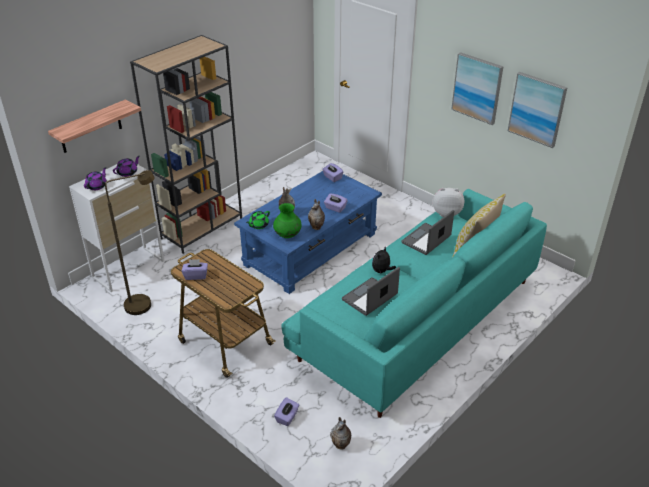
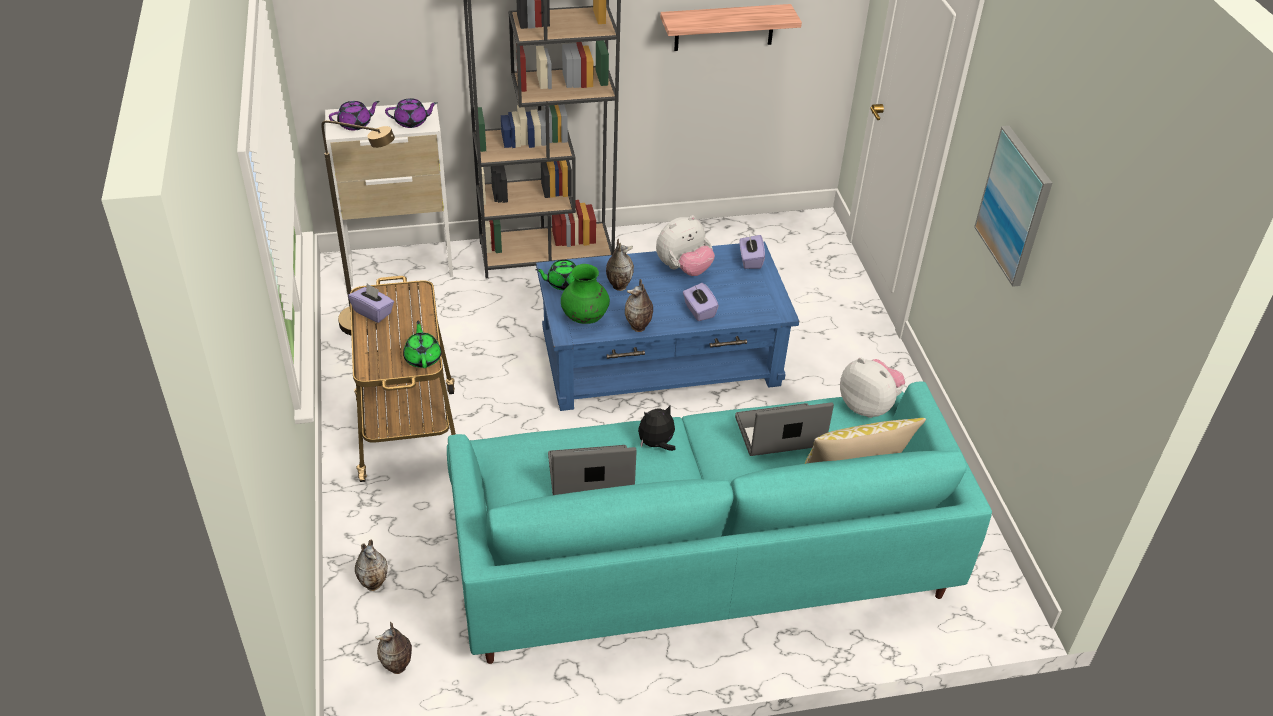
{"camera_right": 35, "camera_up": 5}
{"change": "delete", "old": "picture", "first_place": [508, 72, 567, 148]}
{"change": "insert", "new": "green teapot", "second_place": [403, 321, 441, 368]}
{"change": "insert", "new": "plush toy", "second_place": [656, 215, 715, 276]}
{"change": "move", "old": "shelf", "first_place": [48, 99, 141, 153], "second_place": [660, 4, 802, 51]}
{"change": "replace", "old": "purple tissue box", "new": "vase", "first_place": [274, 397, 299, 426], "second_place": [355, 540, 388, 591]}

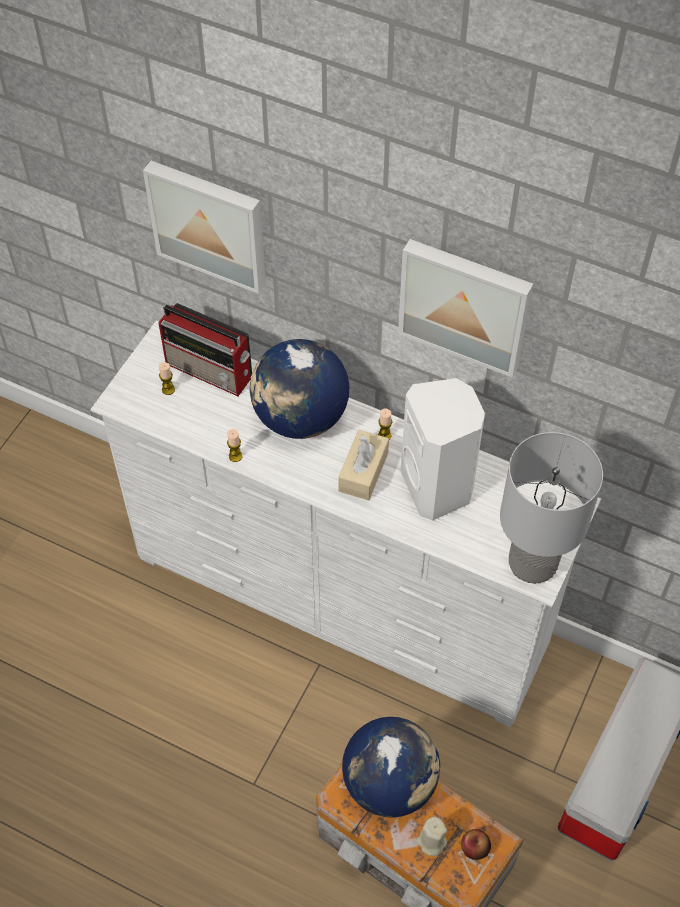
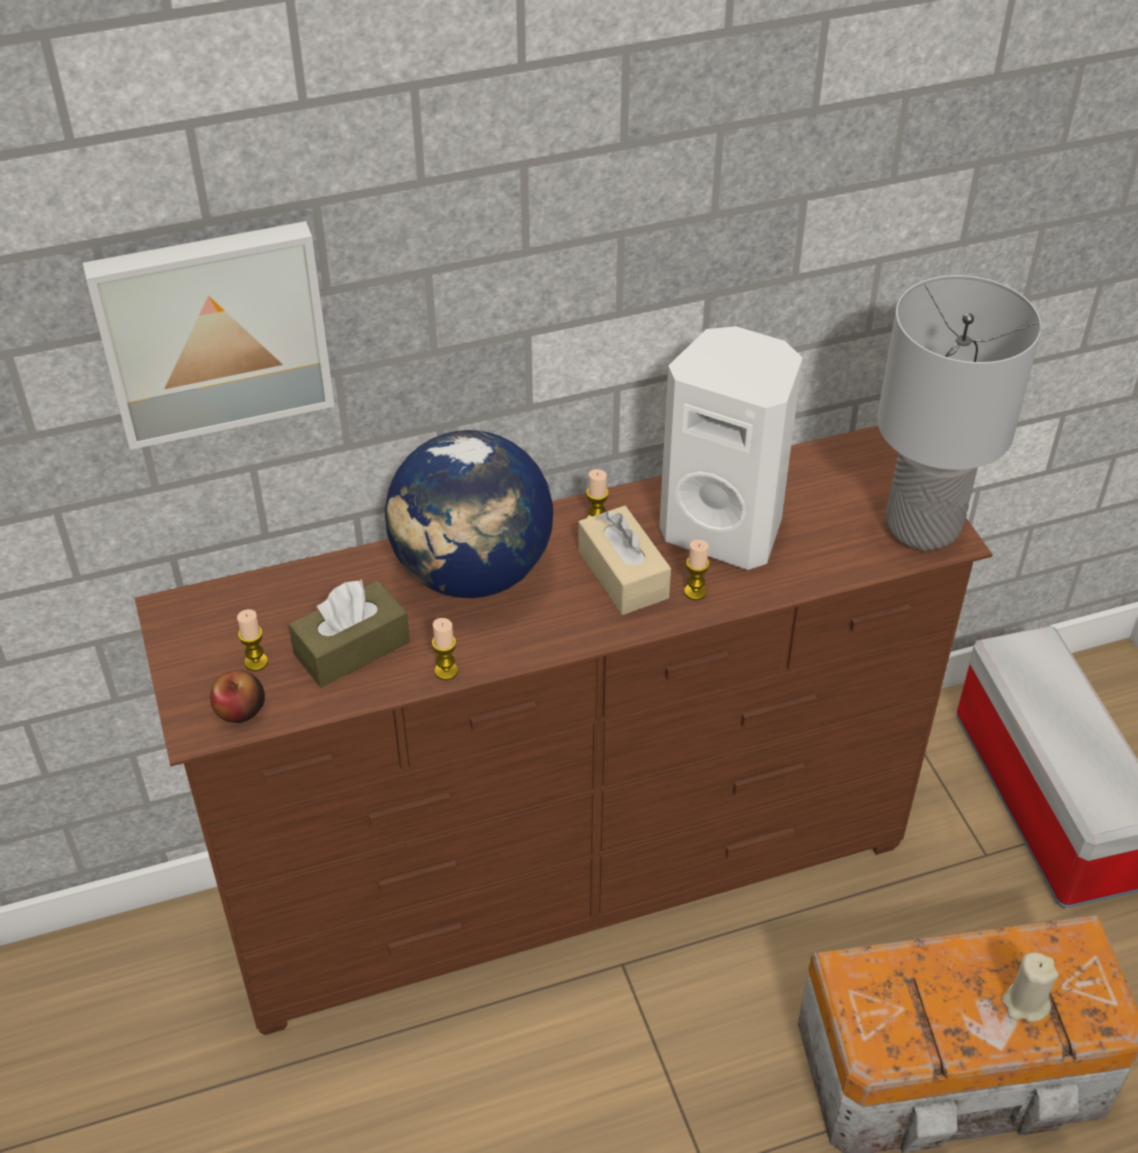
{"camera_right": -45, "camera_up": -10}
{"change": "delete", "old": "radio", "first_place": [159, 303, 252, 396]}
{"change": "delete", "old": "globe", "first_place": [342, 717, 440, 818]}
{"change": "delete", "old": "picture", "first_place": [398, 239, 533, 377]}
{"change": "insert", "new": "brown tissue box", "second_place": [289, 579, 410, 687]}
{"change": "insert", "new": "candle", "second_place": [684, 540, 709, 600]}
{"change": "move", "old": "apple", "first_place": [461, 829, 491, 860], "second_place": [210, 670, 265, 723]}
{"change": "recolor", "old": "white dresser", "new": "brown dresser", "first_place": [90, 321, 601, 727], "second_place": [135, 426, 993, 1035]}

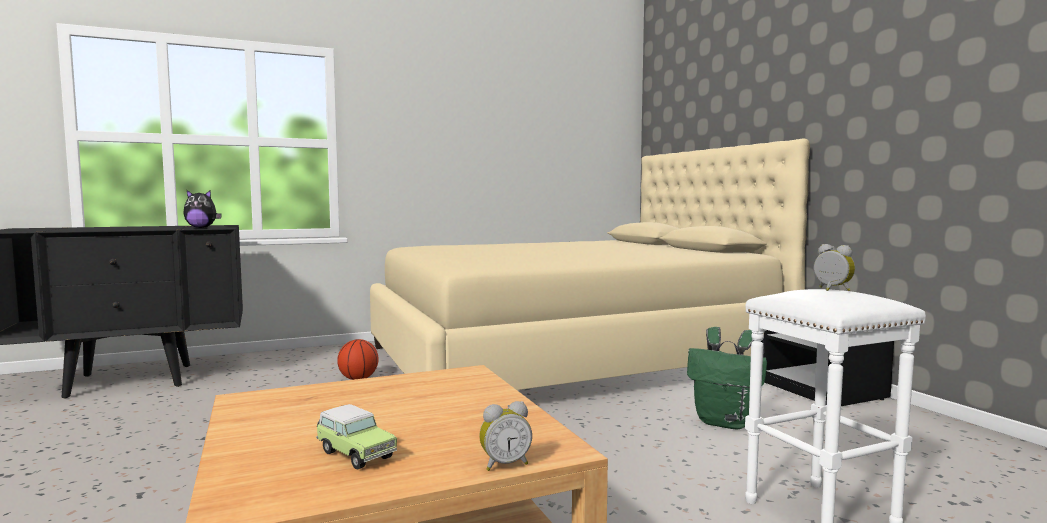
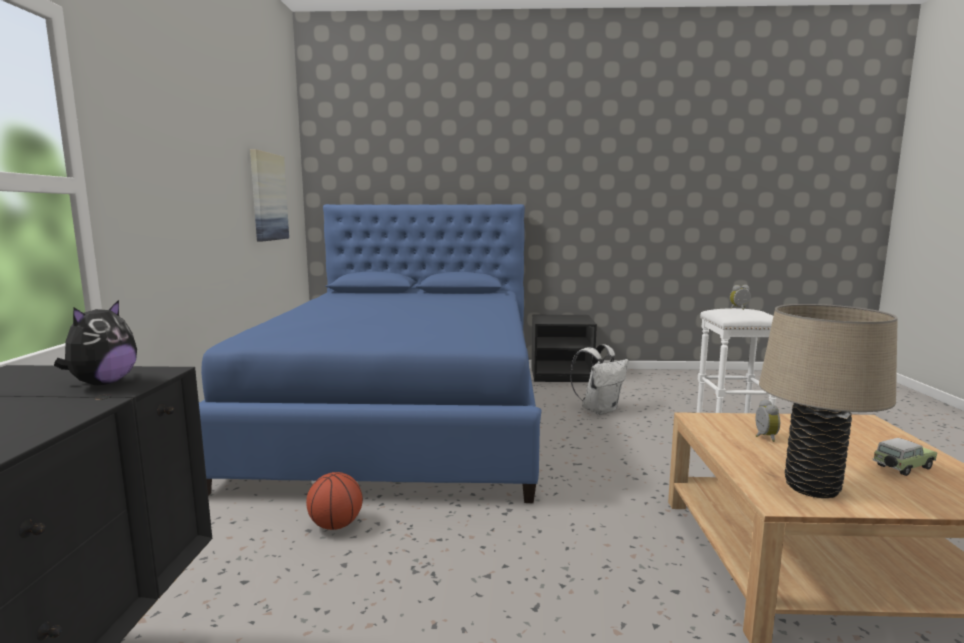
{"camera_right": -65, "camera_up": 5}
{"change": "insert", "new": "picture", "second_place": [250, 149, 289, 241]}
{"change": "insert", "new": "beige table lamp", "second_place": [759, 304, 898, 498]}
{"change": "move", "old": "alarm clock", "first_place": [479, 401, 532, 471], "second_place": [756, 399, 780, 442]}
{"change": "recolor", "old": "beige bed", "new": "blue bed", "first_place": [370, 138, 810, 390], "second_place": [199, 204, 541, 503]}
{"change": "recolor", "old": "green backpack", "new": "white backpack", "first_place": [687, 327, 767, 430], "second_place": [570, 344, 629, 415]}

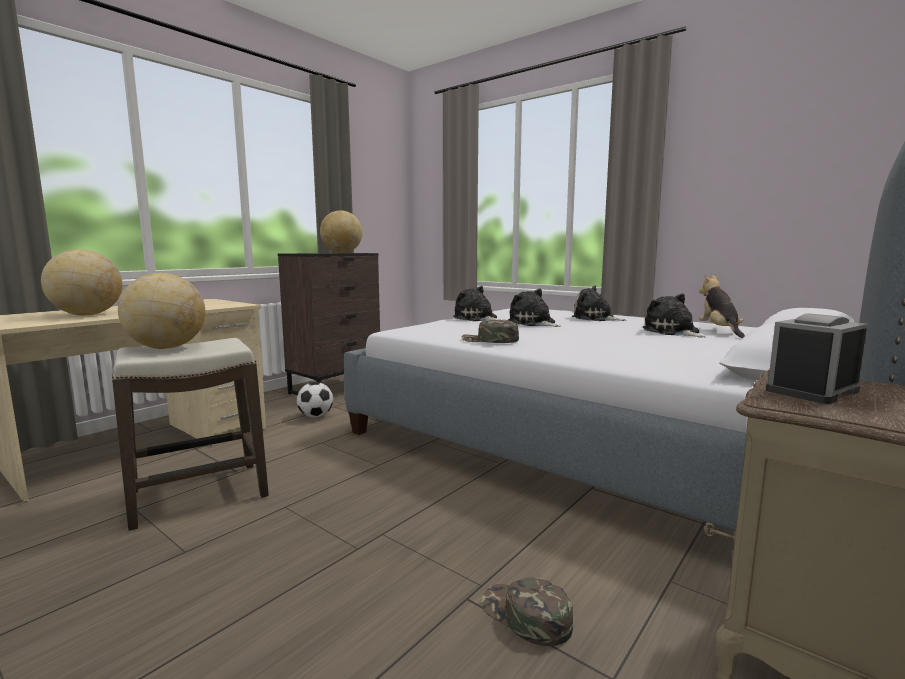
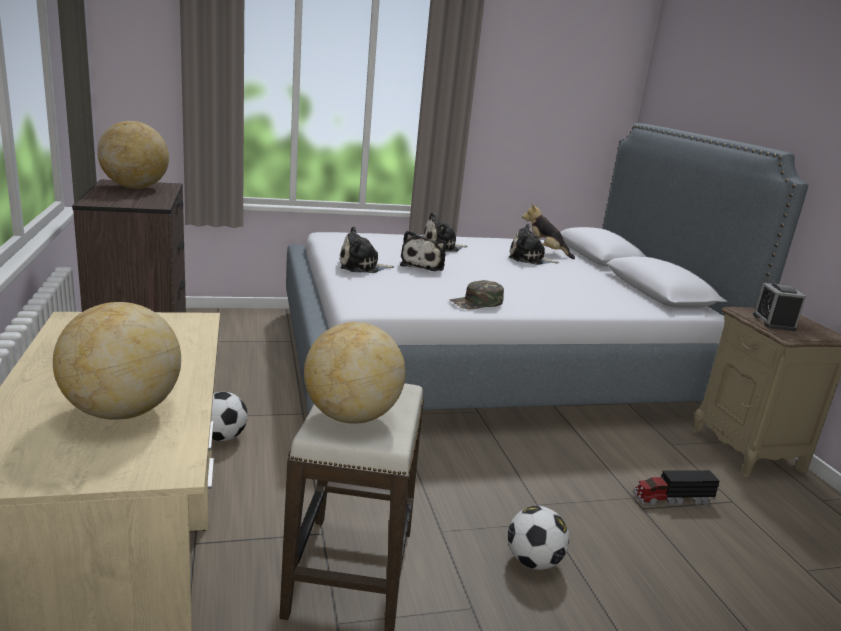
{"camera_right": -55, "camera_up": 10}
{"change": "insert", "new": "football", "second_place": [508, 506, 569, 570]}
{"change": "replace", "old": "green cap", "new": "toy truck", "first_place": [481, 577, 573, 646], "second_place": [633, 470, 720, 506]}
{"change": "rotate", "old": "plush toy", "first_place": [508, 288, 560, 327], "second_place": [400, 230, 447, 271], "degrees": -75}

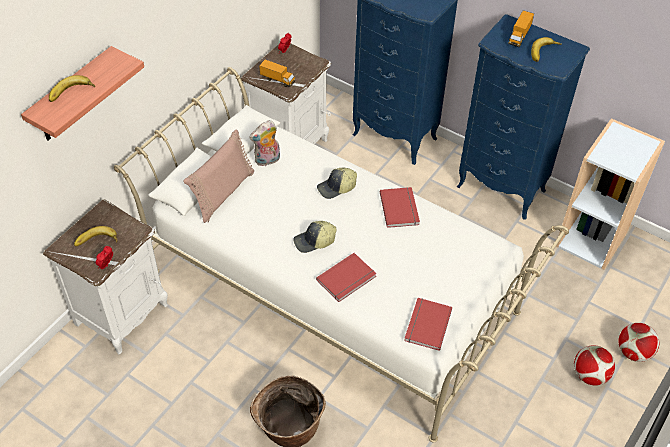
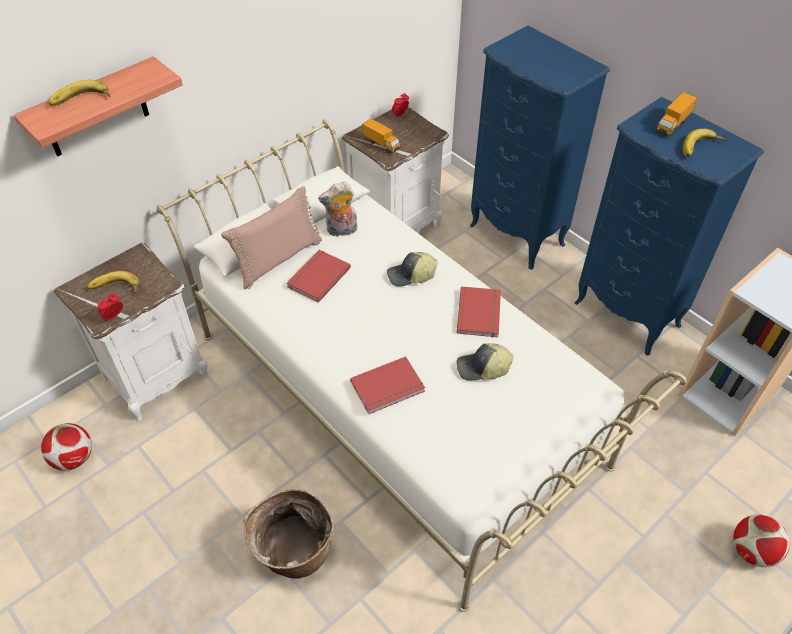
{"camera_right": 15, "camera_up": 0}
{"change": "move", "old": "cap", "first_place": [293, 221, 337, 253], "second_place": [457, 343, 513, 381]}
{"change": "move", "old": "red book", "first_place": [404, 298, 452, 351], "second_place": [286, 250, 351, 303]}
{"change": "move", "old": "football", "first_place": [574, 346, 615, 386], "second_place": [41, 423, 92, 471]}

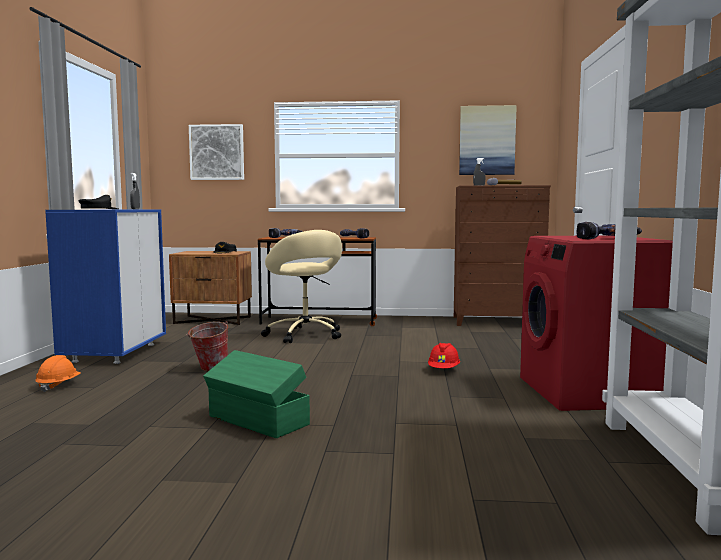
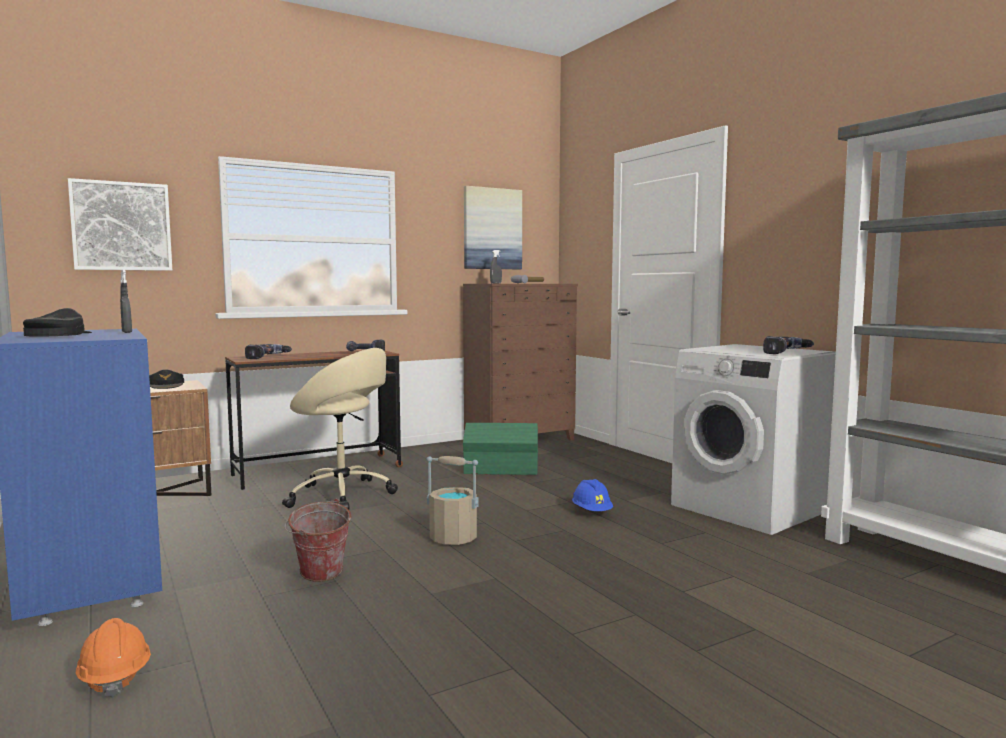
{"camera_right": -35, "camera_up": 0}
{"change": "insert", "new": "beige bucket", "second_place": [427, 456, 479, 545]}
{"change": "move", "old": "green storage box", "first_place": [203, 350, 310, 438], "second_place": [463, 423, 538, 475]}
{"change": "recolor", "old": "red hard hat", "new": "blue hard hat", "first_place": [428, 343, 460, 368], "second_place": [572, 479, 613, 511]}
{"change": "recolor", "old": "red washing machine", "new": "white washing machine", "first_place": [520, 235, 673, 411], "second_place": [671, 344, 836, 535]}

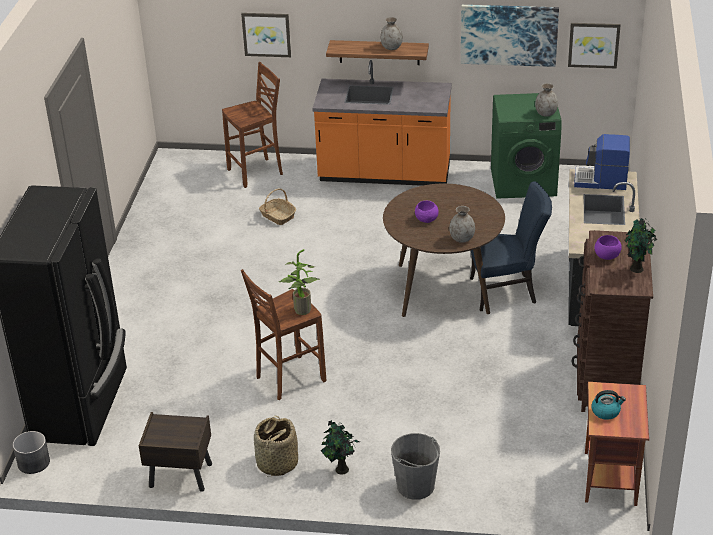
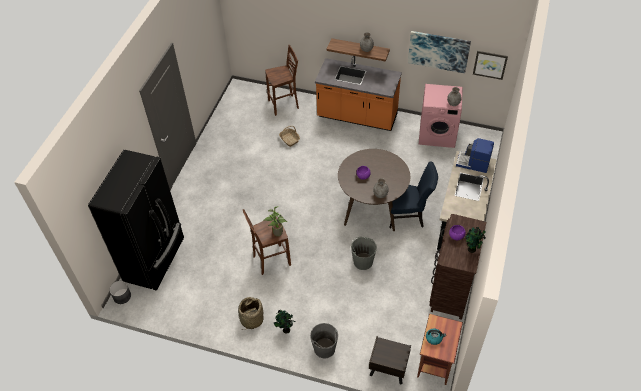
{"camera_right": 10, "camera_up": 15}
{"change": "delete", "old": "picture", "first_place": [241, 13, 291, 57]}
{"change": "insert", "new": "grey bucket", "second_place": [351, 237, 377, 270]}
{"change": "move", "old": "brown nightstand", "first_place": [139, 412, 212, 492], "second_place": [369, 336, 411, 384]}
{"change": "recolor", "old": "green washing machine", "new": "pink washing machine", "first_place": [491, 93, 562, 199], "second_place": [419, 84, 463, 148]}

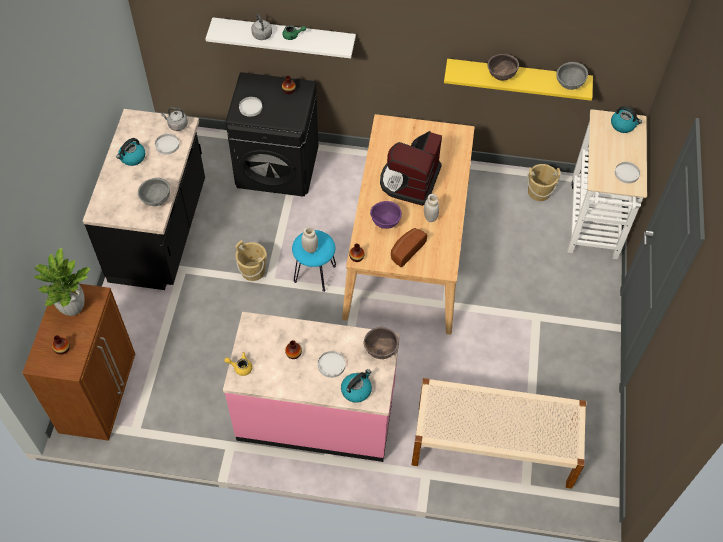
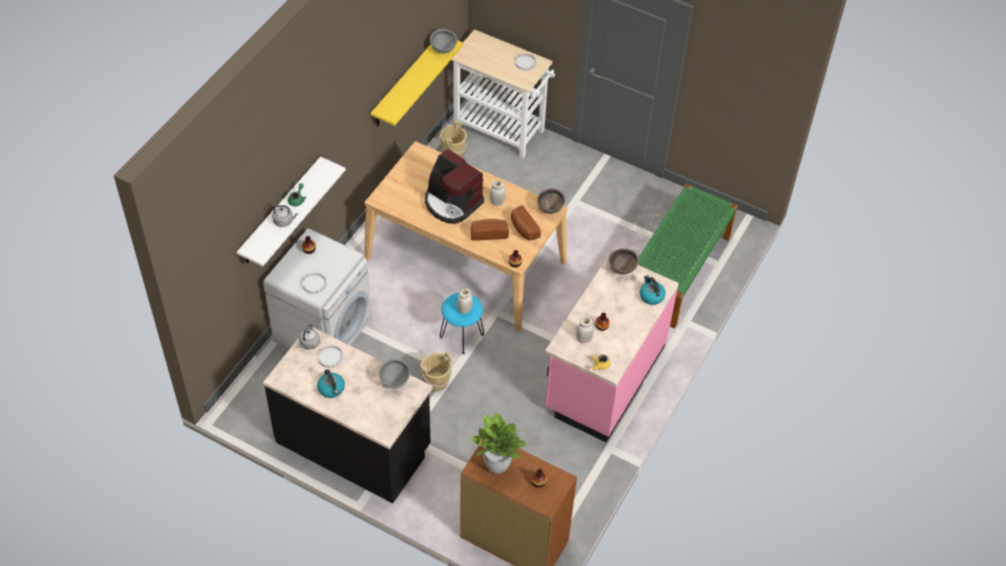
{"camera_right": -70, "camera_up": -5}
{"change": "delete", "old": "white plate", "first_place": [318, 351, 345, 378]}
{"change": "delete", "old": "kettle", "first_place": [611, 106, 642, 133]}
{"change": "insert", "new": "white jar", "second_place": [576, 317, 594, 343]}
{"change": "move", "old": "brown bowl", "first_place": [487, 54, 519, 81], "second_place": [537, 188, 565, 214]}
{"change": "replace", "old": "purple bowl", "new": "bread", "first_place": [370, 201, 402, 229], "second_place": [471, 219, 509, 241]}
{"change": "recolor", "old": "black washing machine", "new": "white washing machine", "first_place": [226, 72, 318, 196], "second_place": [263, 228, 372, 349]}
{"change": "recolor", "old": "beige bench", "new": "green bench", "first_place": [411, 378, 586, 489], "second_place": [638, 184, 738, 329]}

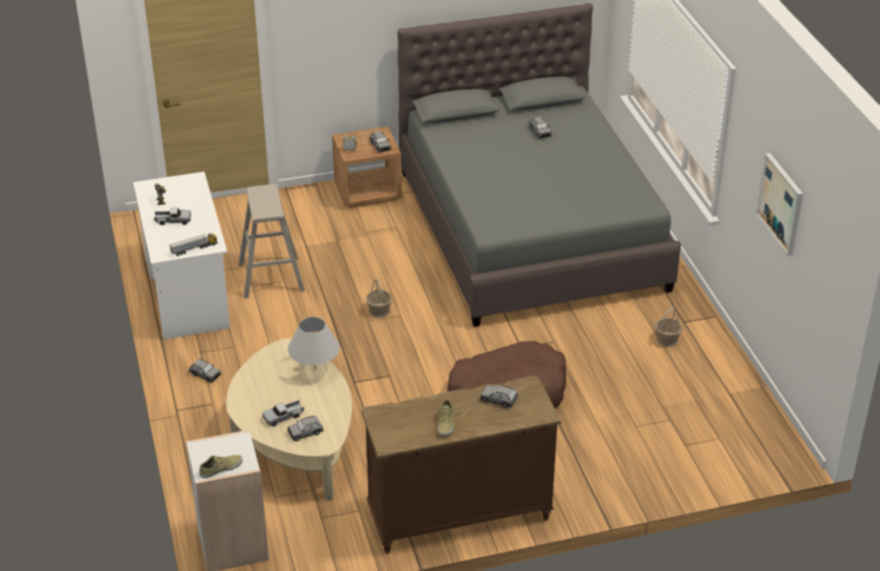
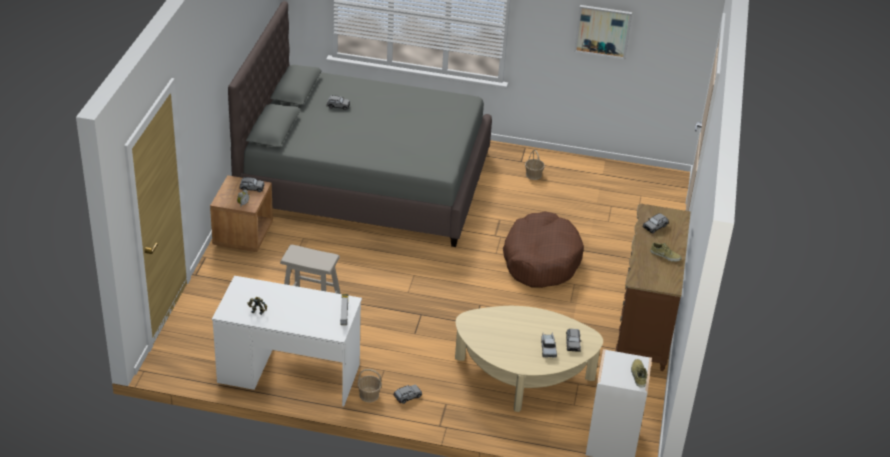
{"camera_right": -65, "camera_up": 0}
{"change": "delete", "old": "toy truck", "first_place": [154, 207, 191, 225]}
{"change": "delete", "old": "white table lamp", "first_place": [288, 317, 340, 370]}
{"change": "move", "old": "basket", "first_place": [366, 278, 392, 318], "second_place": [357, 369, 382, 402]}

